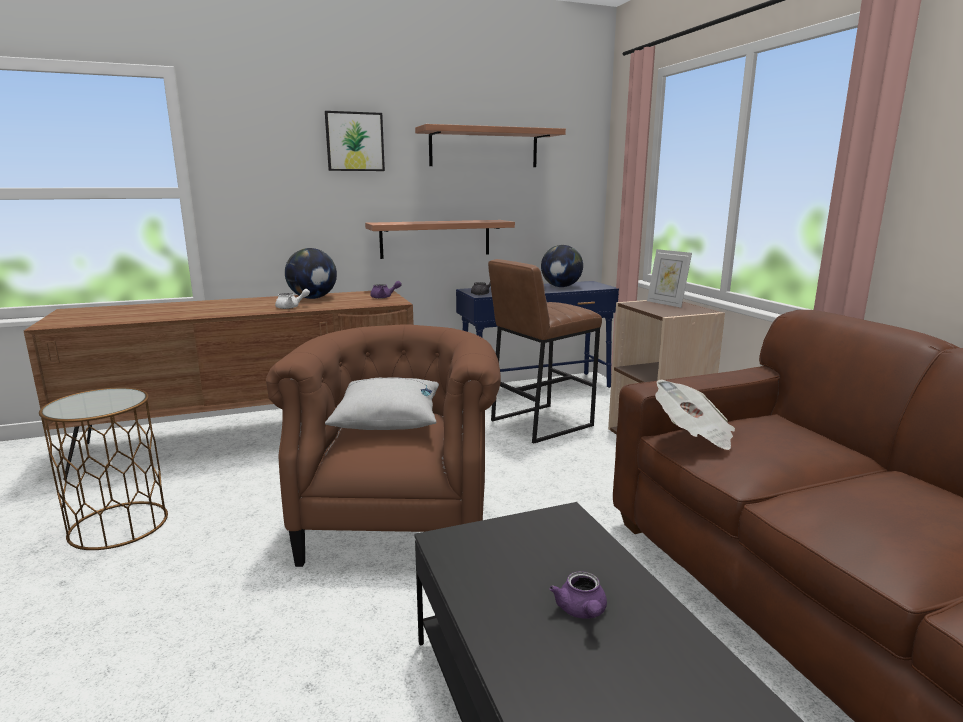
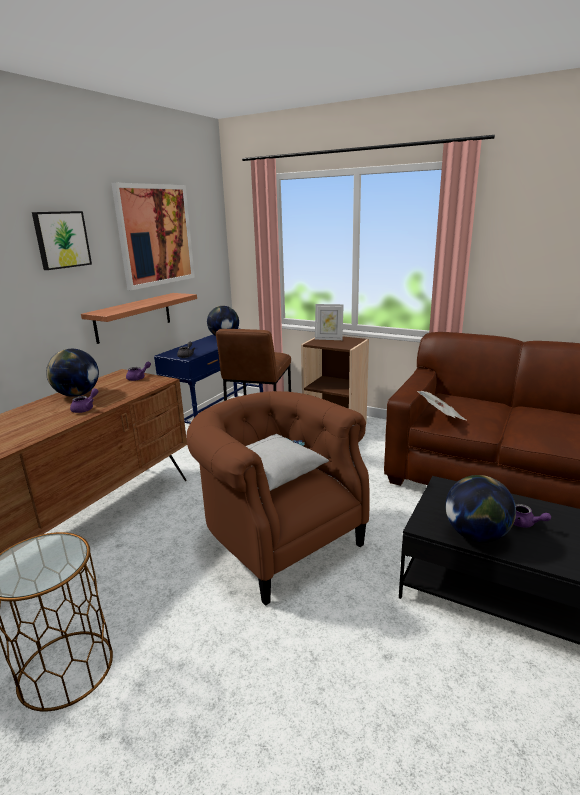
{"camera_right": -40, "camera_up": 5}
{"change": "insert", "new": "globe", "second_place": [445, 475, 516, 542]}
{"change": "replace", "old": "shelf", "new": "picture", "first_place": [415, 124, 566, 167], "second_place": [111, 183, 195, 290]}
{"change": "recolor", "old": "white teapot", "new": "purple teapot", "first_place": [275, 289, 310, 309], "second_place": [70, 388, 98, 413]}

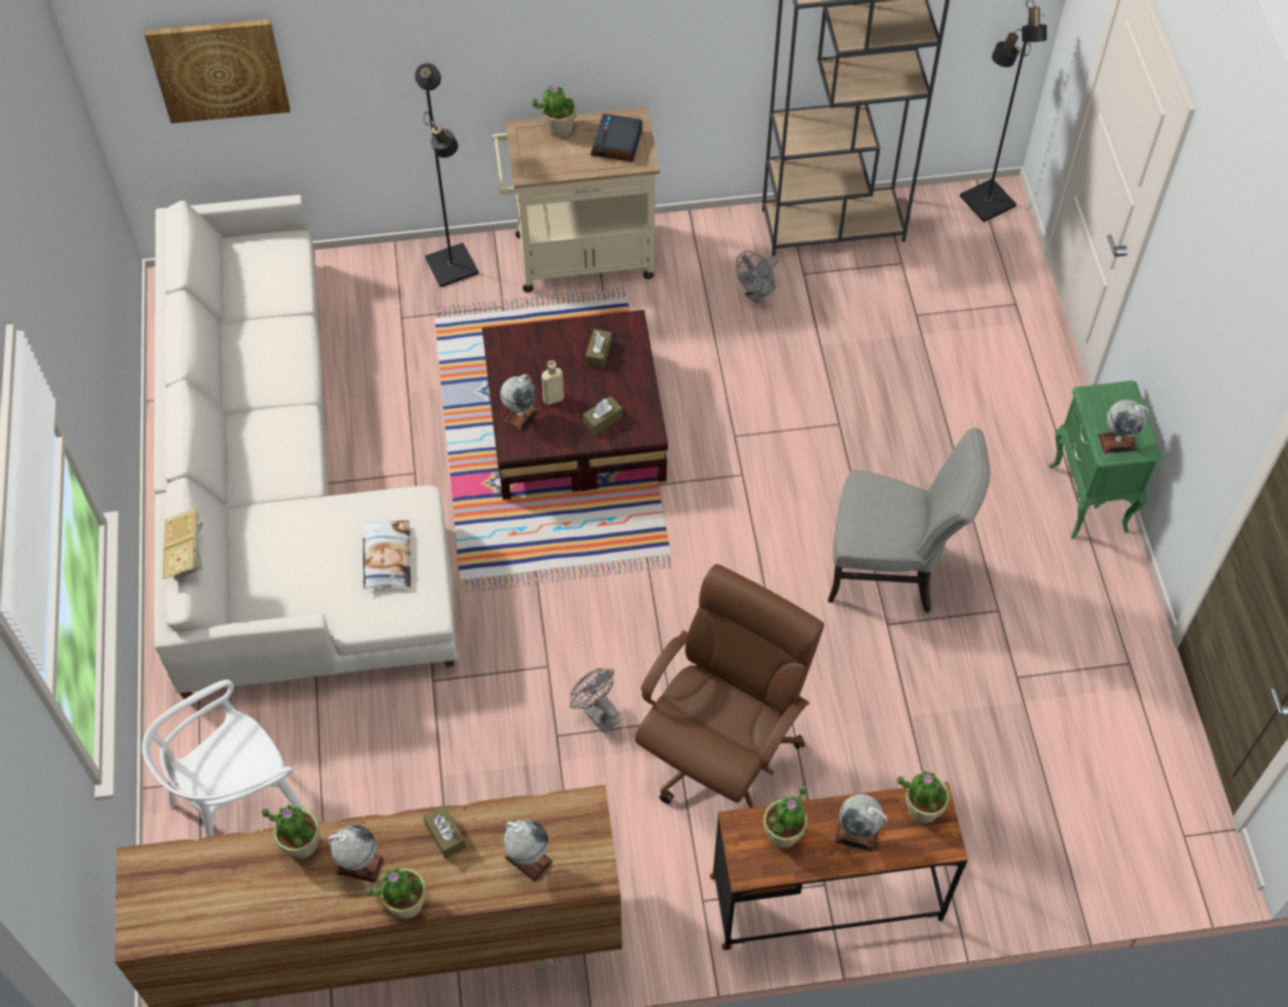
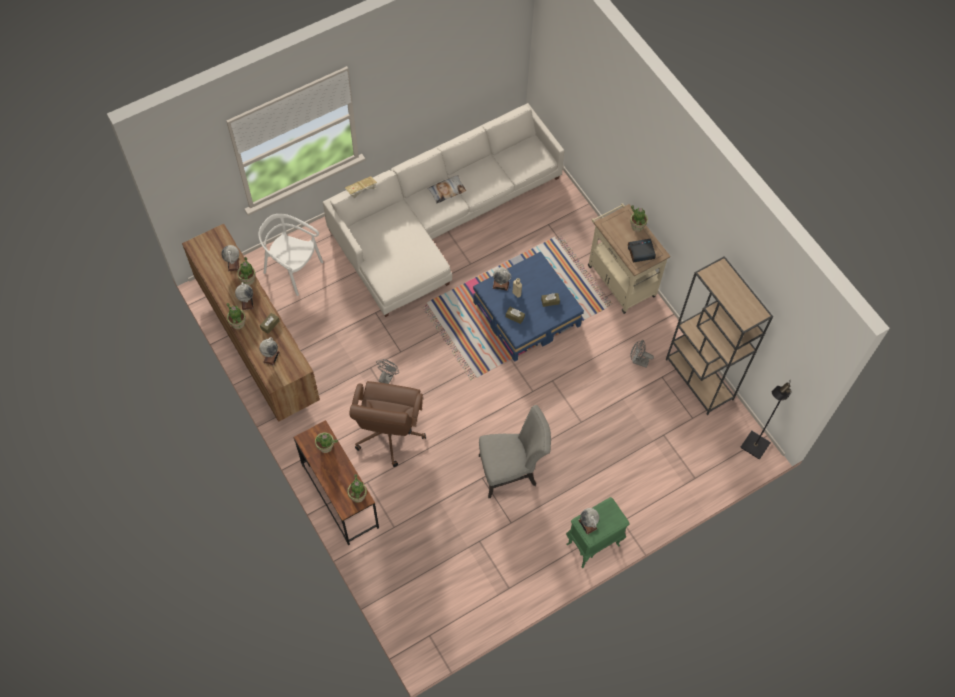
{"camera_right": 65, "camera_up": 5}
{"change": "delete", "old": "picture", "first_place": [145, 19, 290, 123]}
{"change": "delete", "old": "black floor lamp", "first_place": [415, 63, 479, 287]}
{"change": "move", "old": "pillow", "first_place": [362, 519, 411, 589], "second_place": [427, 175, 466, 203]}
{"change": "move", "old": "globe", "first_place": [835, 794, 887, 852], "second_place": [221, 245, 239, 271]}
{"change": "recolor", "old": "brown coffee table", "new": "blue coffee table", "first_place": [482, 310, 668, 500], "second_place": [473, 251, 584, 362]}
{"change": "rotate", "old": "brown office chair", "first_place": [635, 564, 824, 808], "second_place": [349, 381, 426, 467], "degrees": 90}
{"change": "rotate", "old": "grey chair", "first_place": [828, 428, 990, 613], "second_place": [479, 405, 551, 498], "degrees": -90}

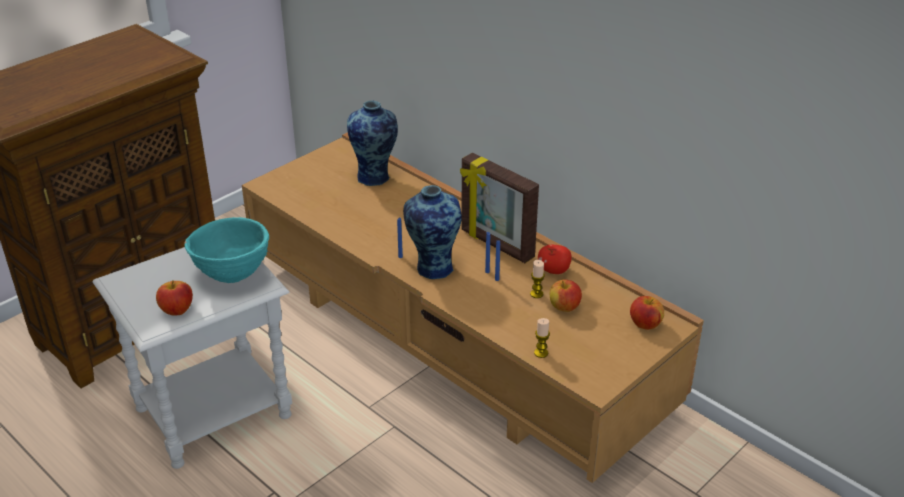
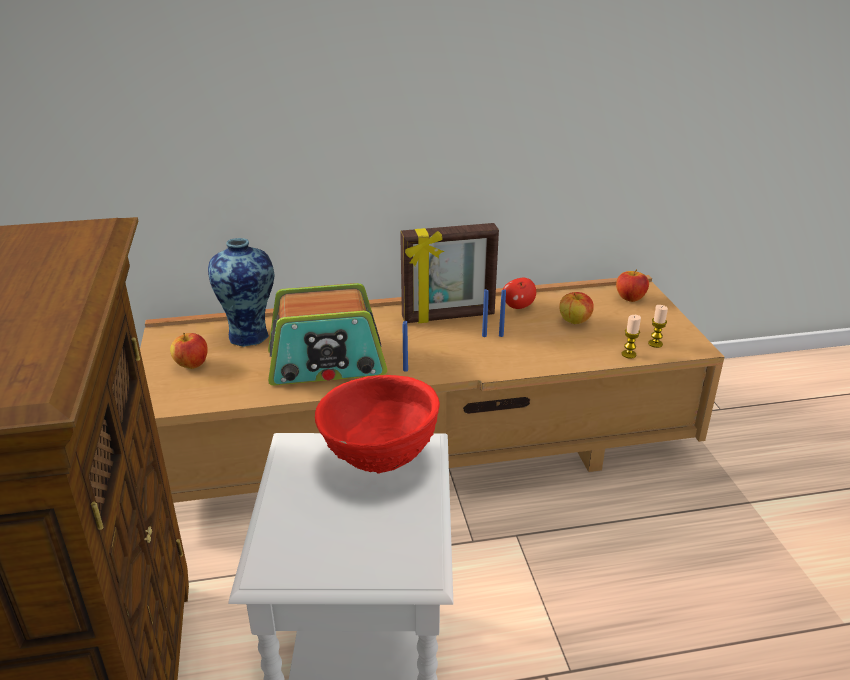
{"camera_right": -55, "camera_up": -5}
{"change": "delete", "old": "vase", "first_place": [403, 185, 462, 279]}
{"change": "insert", "new": "radio", "second_place": [268, 283, 387, 385]}
{"change": "move", "old": "apple", "first_place": [156, 280, 193, 316], "second_place": [170, 333, 208, 369]}
{"change": "move", "old": "candle", "first_place": [530, 260, 545, 298], "second_place": [648, 305, 668, 348]}
{"change": "recolor", "old": "turquoise bowl", "new": "red bowl", "first_place": [184, 217, 269, 283], "second_place": [315, 375, 440, 474]}

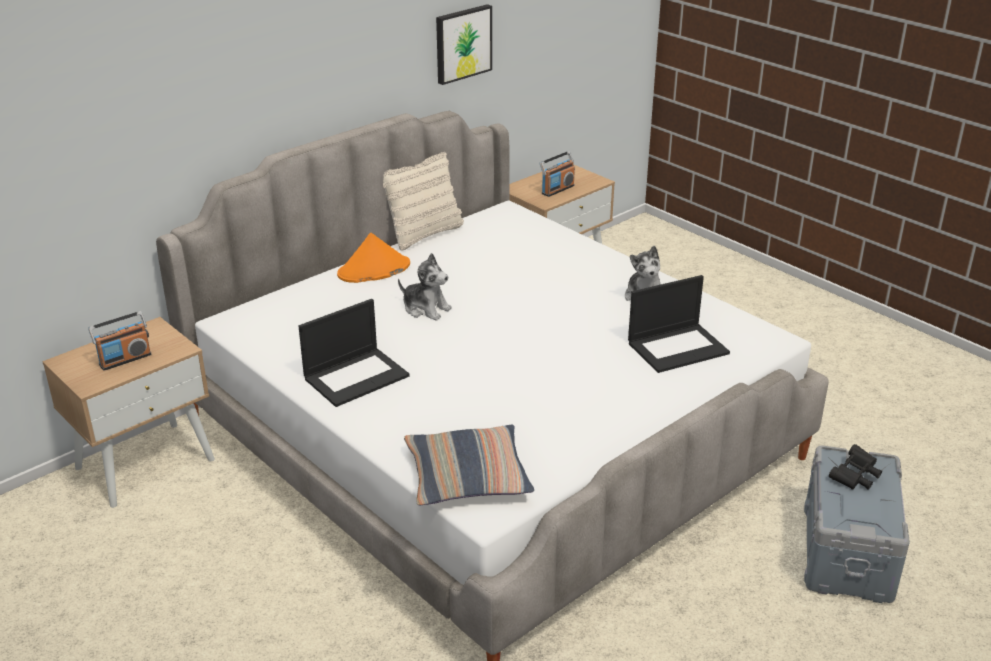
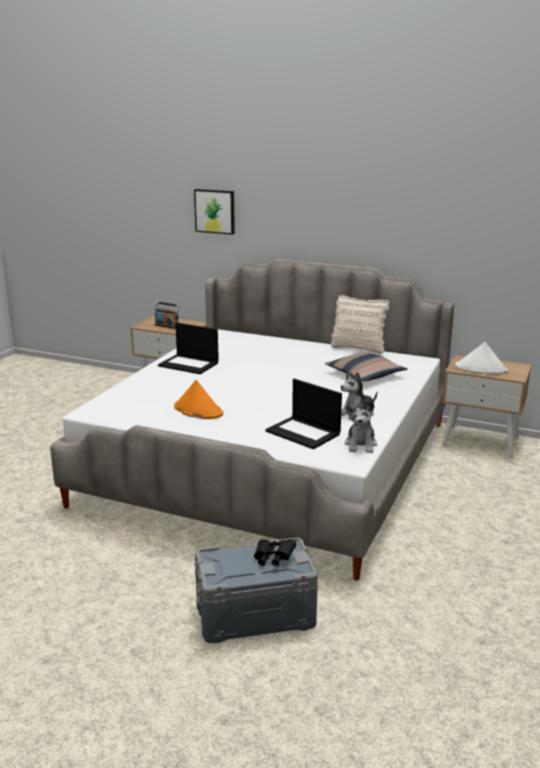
{"camera_right": 65, "camera_up": -10}
{"change": "move", "old": "orange hat", "first_place": [337, 233, 410, 283], "second_place": [174, 380, 223, 419]}
{"change": "move", "old": "plush toy", "first_place": [398, 253, 452, 320], "second_place": [345, 400, 377, 453]}
{"change": "move", "old": "pillow", "first_place": [404, 425, 534, 505], "second_place": [325, 352, 408, 381]}
{"change": "move", "old": "picture", "first_place": [436, 4, 492, 85], "second_place": [194, 189, 235, 235]}
{"change": "replace", "old": "radio", "new": "white hat", "first_place": [540, 151, 575, 197], "second_place": [455, 342, 508, 374]}

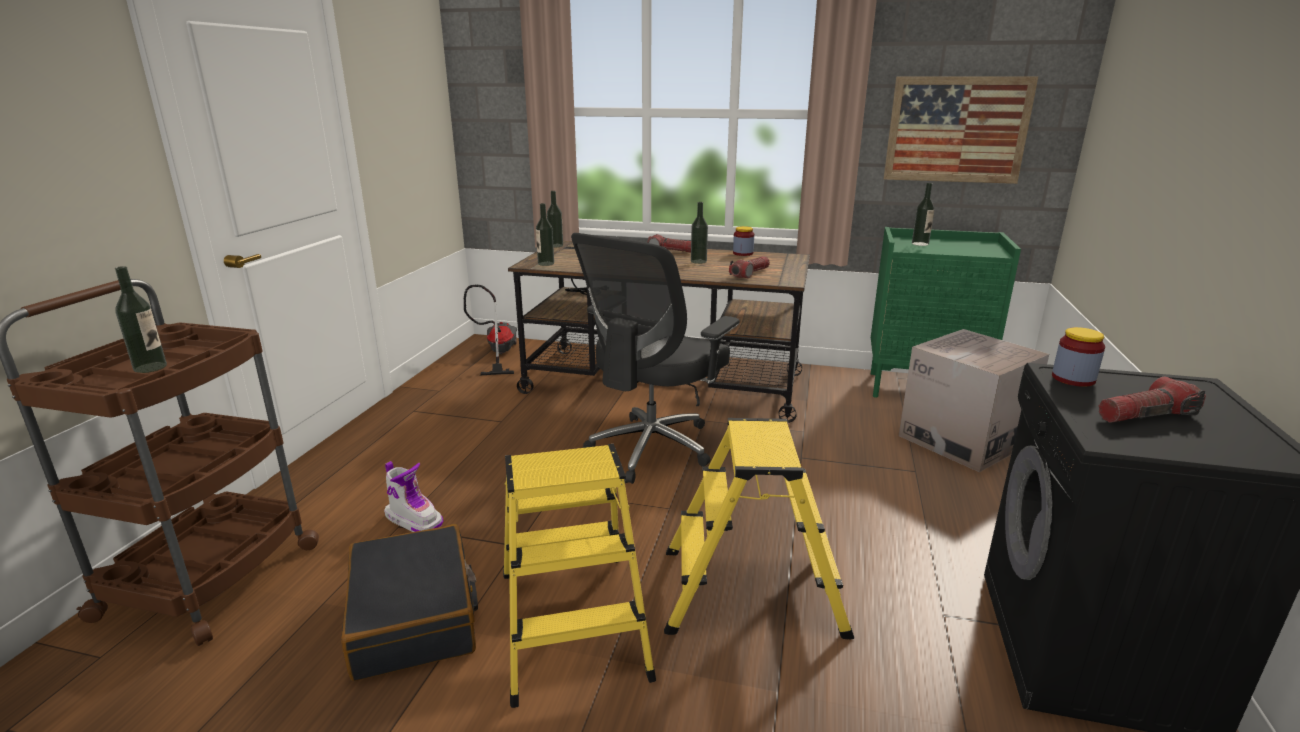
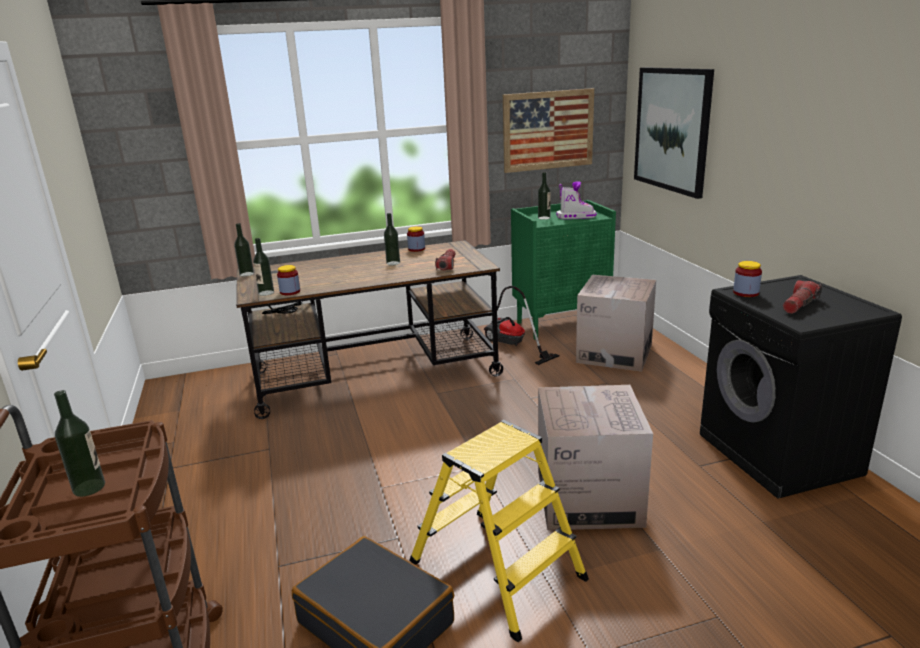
{"camera_right": -30, "camera_up": 0}
{"change": "delete", "old": "office chair", "first_place": [571, 233, 740, 484]}
{"change": "delete", "old": "flashlight", "first_place": [648, 234, 691, 252]}
{"change": "insert", "new": "jar", "second_place": [277, 265, 300, 295]}
{"change": "insert", "new": "picture", "second_place": [634, 67, 714, 199]}
{"change": "move", "old": "boot", "first_place": [384, 461, 443, 532], "second_place": [556, 181, 597, 219]}
{"change": "move", "old": "vacuum cleaner", "first_place": [464, 285, 517, 375], "second_place": [484, 286, 560, 365]}
{"change": "replace", "old": "yellow step ladder", "new": "cardboard box", "first_place": [664, 418, 854, 639], "second_place": [538, 385, 653, 530]}

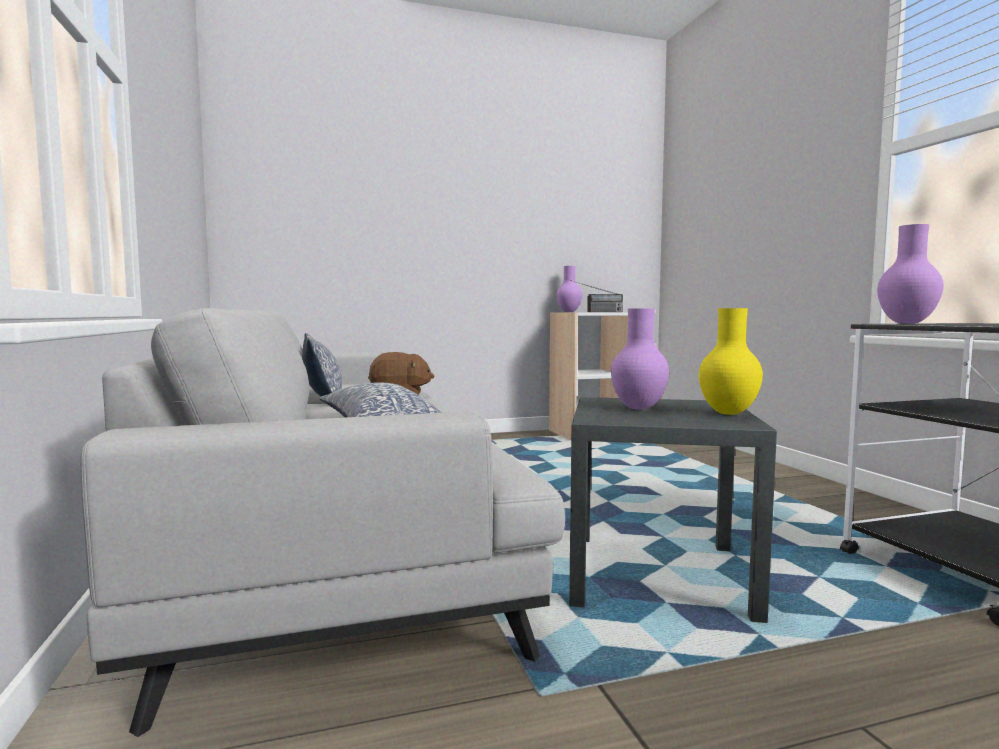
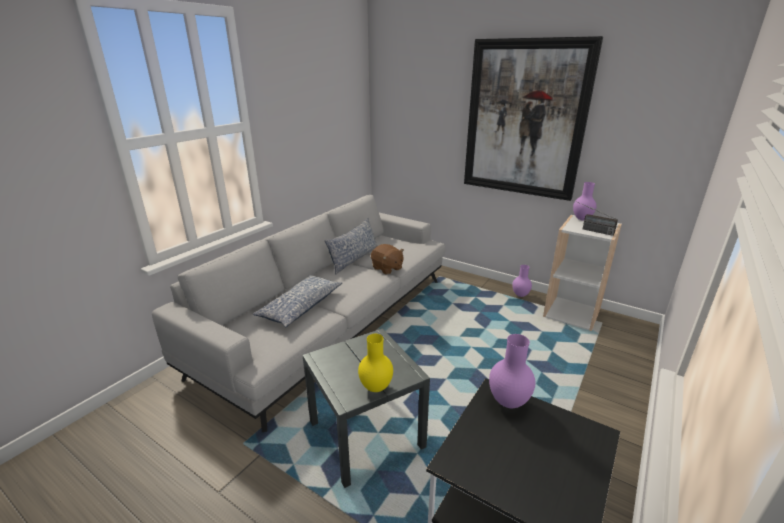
{"camera_right": 50, "camera_up": 20}
{"change": "insert", "new": "picture", "second_place": [464, 36, 603, 201]}
{"change": "move", "old": "purple vase", "first_place": [611, 308, 669, 410], "second_place": [512, 265, 532, 297]}

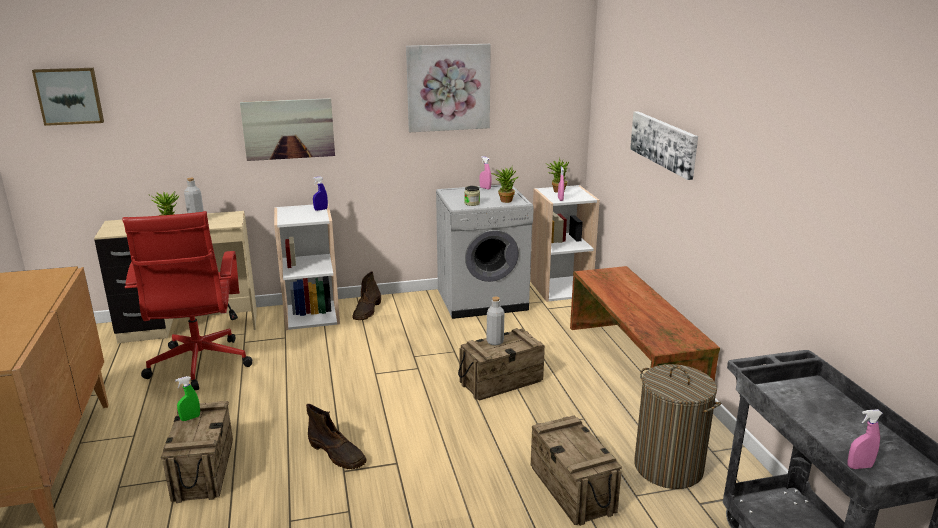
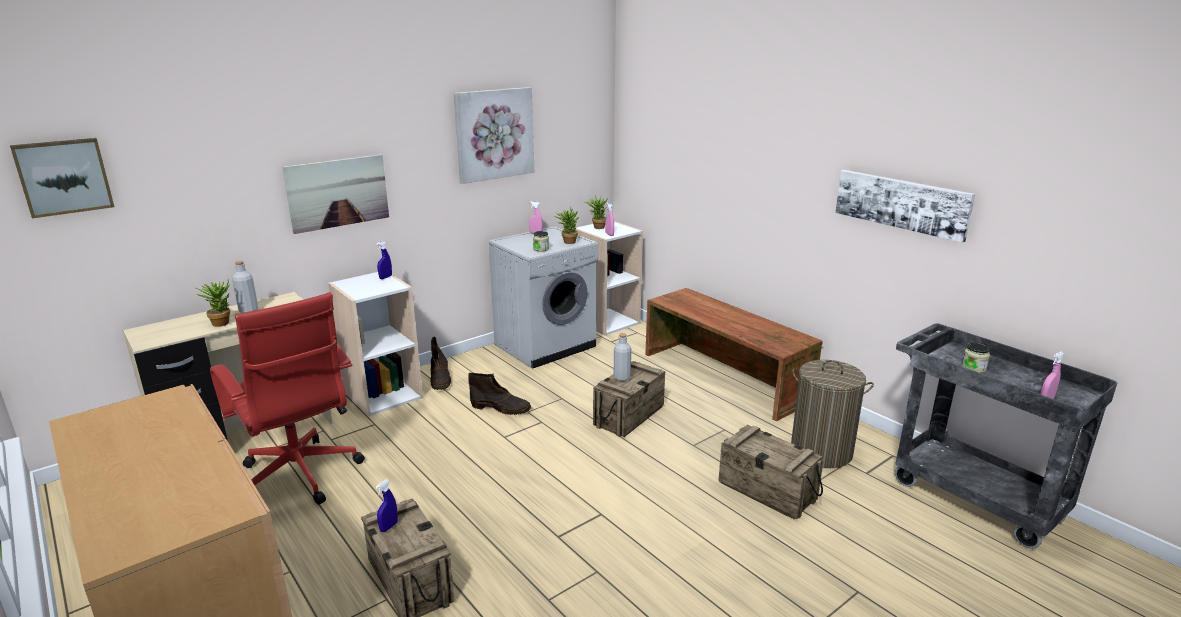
{"camera_right": -25, "camera_up": 0}
{"change": "insert", "new": "jar", "second_place": [962, 343, 990, 373]}
{"change": "move", "old": "brown boot", "first_place": [306, 404, 367, 469], "second_place": [468, 373, 531, 415]}
{"change": "move", "old": "picture", "first_place": [630, 111, 698, 180], "second_place": [835, 170, 975, 243]}
{"change": "recolor", "old": "green spray bottle", "new": "blue spray bottle", "first_place": [175, 376, 200, 421], "second_place": [376, 480, 398, 532]}

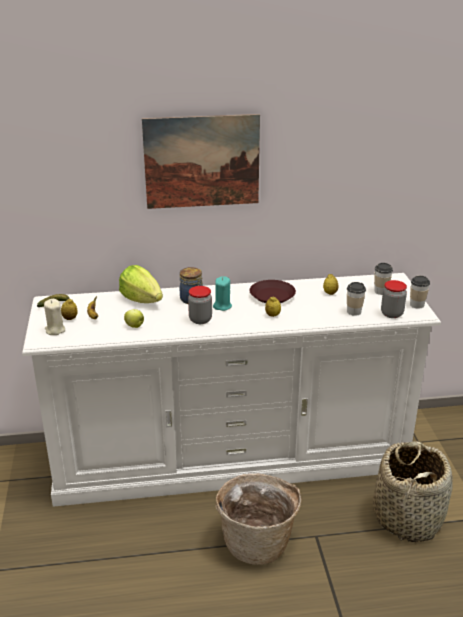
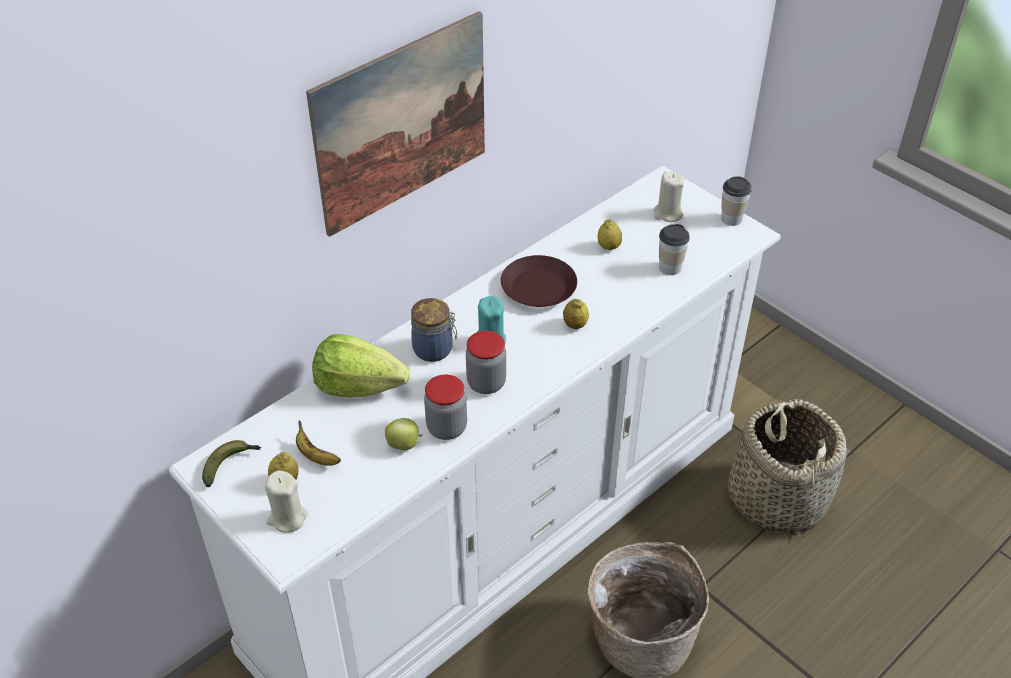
{"camera_right": -35, "camera_up": 15}
{"change": "move", "old": "jar", "first_place": [381, 280, 407, 318], "second_place": [424, 375, 467, 440]}
{"change": "replace", "old": "cup", "new": "beige candle", "first_place": [374, 263, 393, 295], "second_place": [653, 171, 684, 222]}

